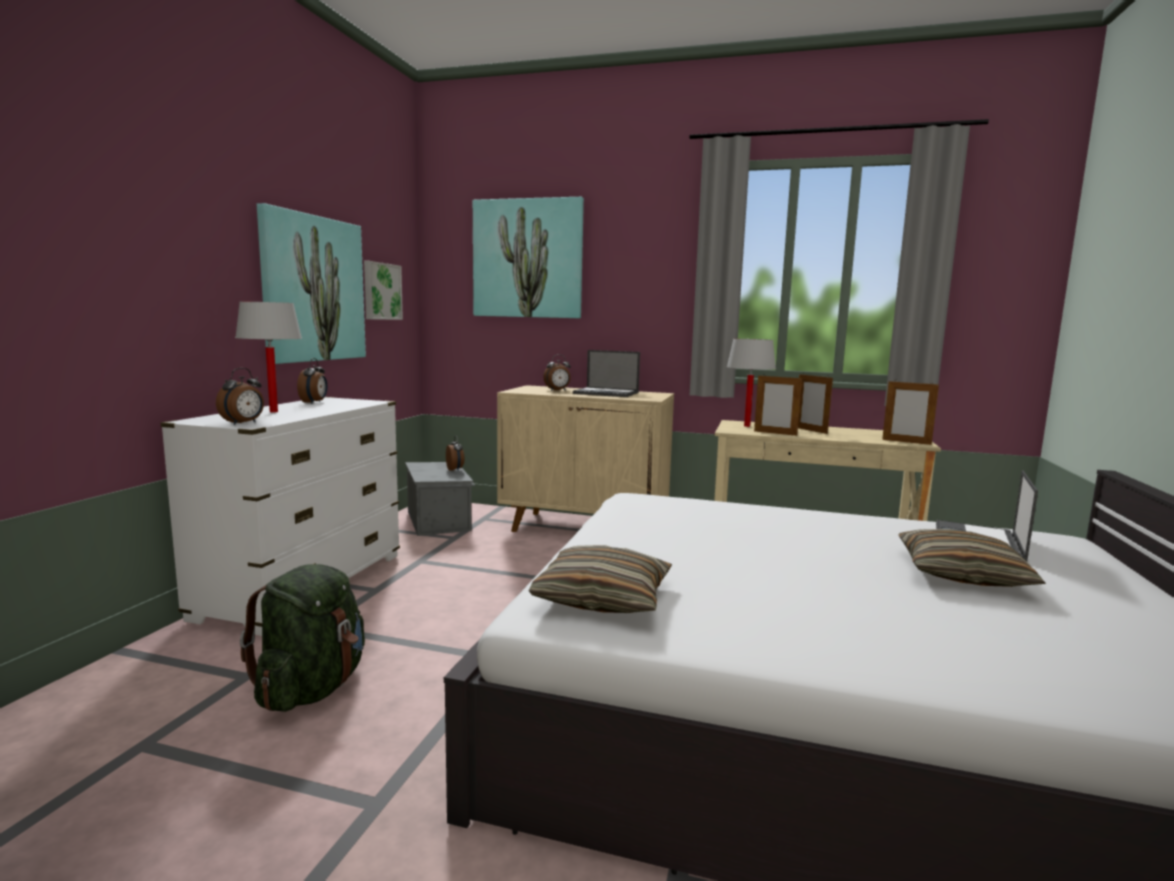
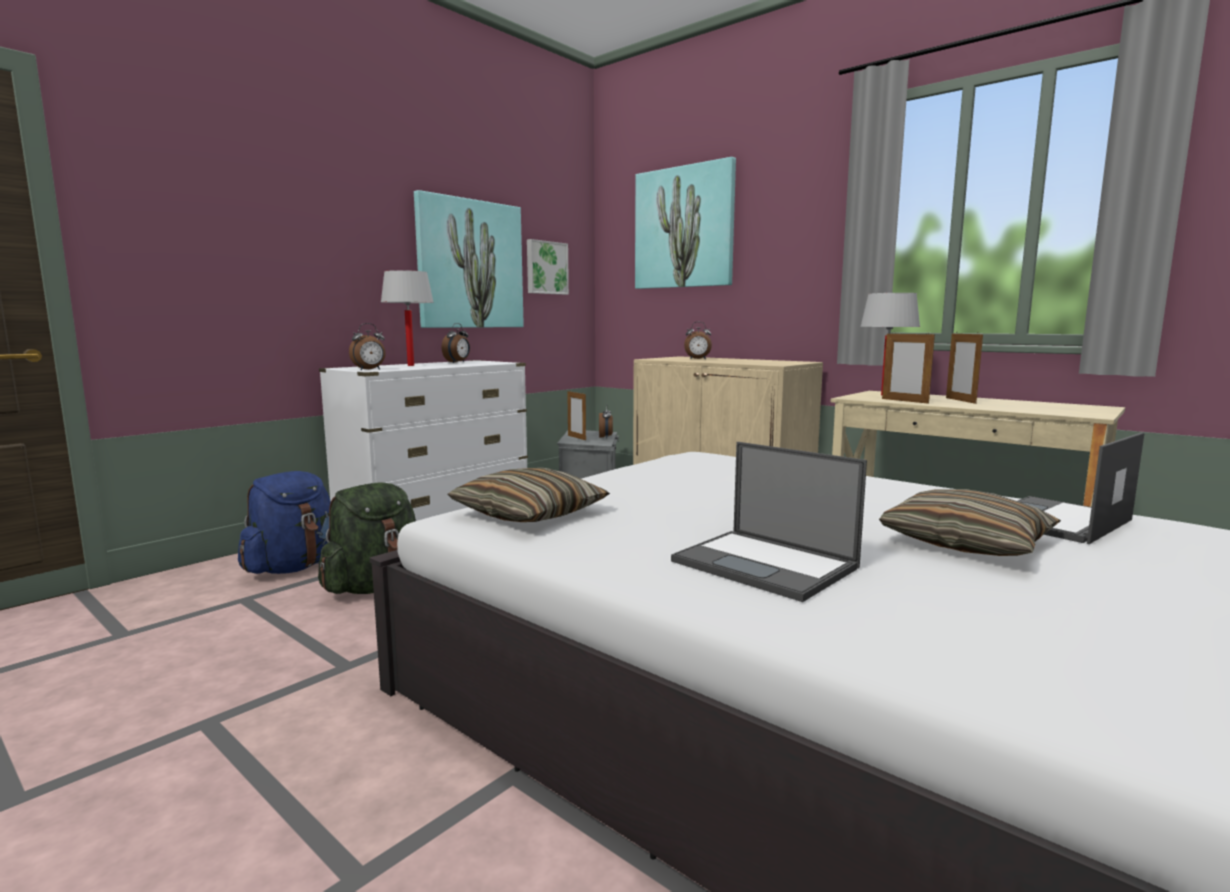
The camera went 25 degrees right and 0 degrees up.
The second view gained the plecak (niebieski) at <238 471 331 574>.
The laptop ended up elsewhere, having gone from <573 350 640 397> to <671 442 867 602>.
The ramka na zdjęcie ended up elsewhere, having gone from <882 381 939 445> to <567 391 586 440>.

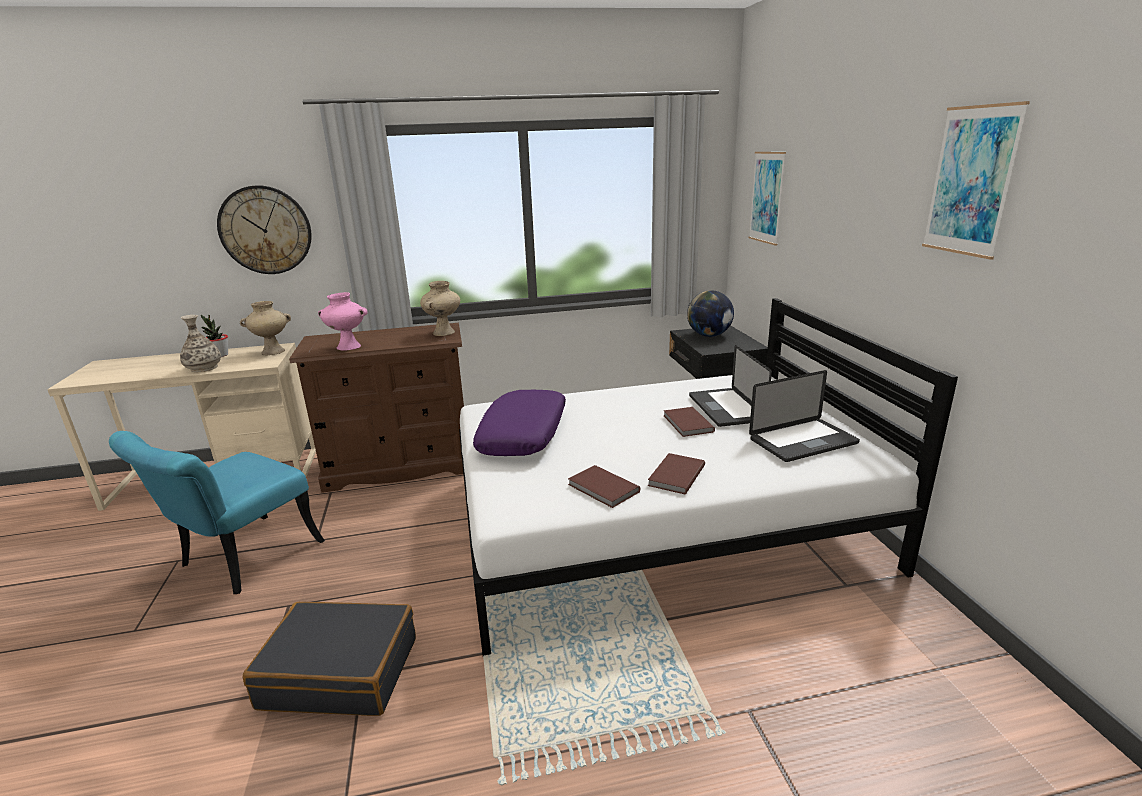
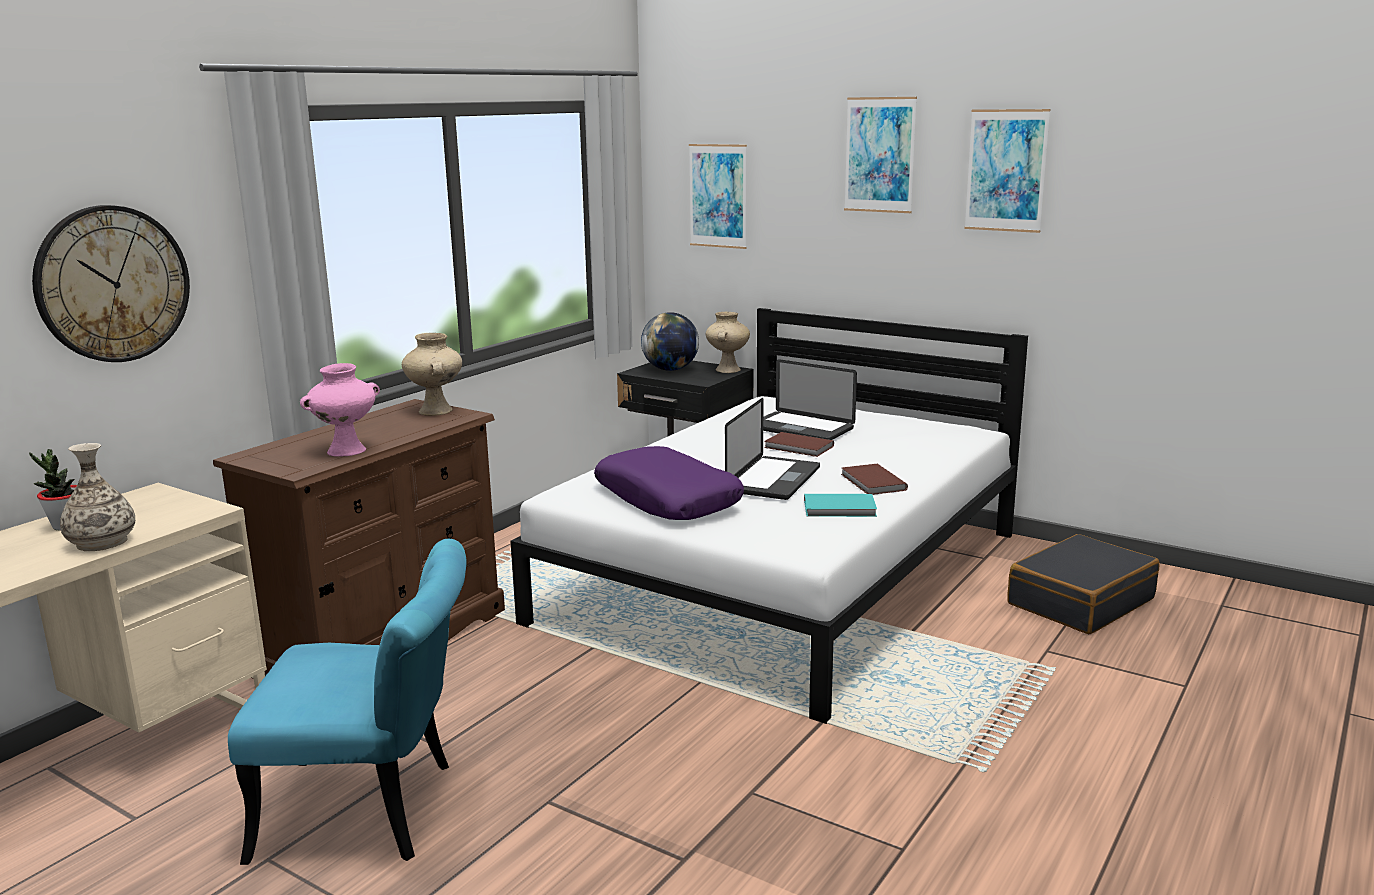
The camera went 45 degrees left and 5 degrees down.
The second view gained the obraz at <844 97 917 213>.
The wazon (beżowy) ended up elsewhere, having gone from <240 301 291 355> to <706 312 750 373>.
The walizka (czarny) ended up elsewhere, having gone from <243 602 416 716> to <1008 534 1160 634>.
The laptop ended up elsewhere, having gone from <749 370 860 462> to <725 398 820 500>.
What was the książka (brązowy) at <568 465 640 508> turned into the książka (turkusowy) at <804 494 877 517>.
The krzesło (turkusowy) at <109 431 325 594> ended up facing another way, 75 degrees counterclockwise from before.

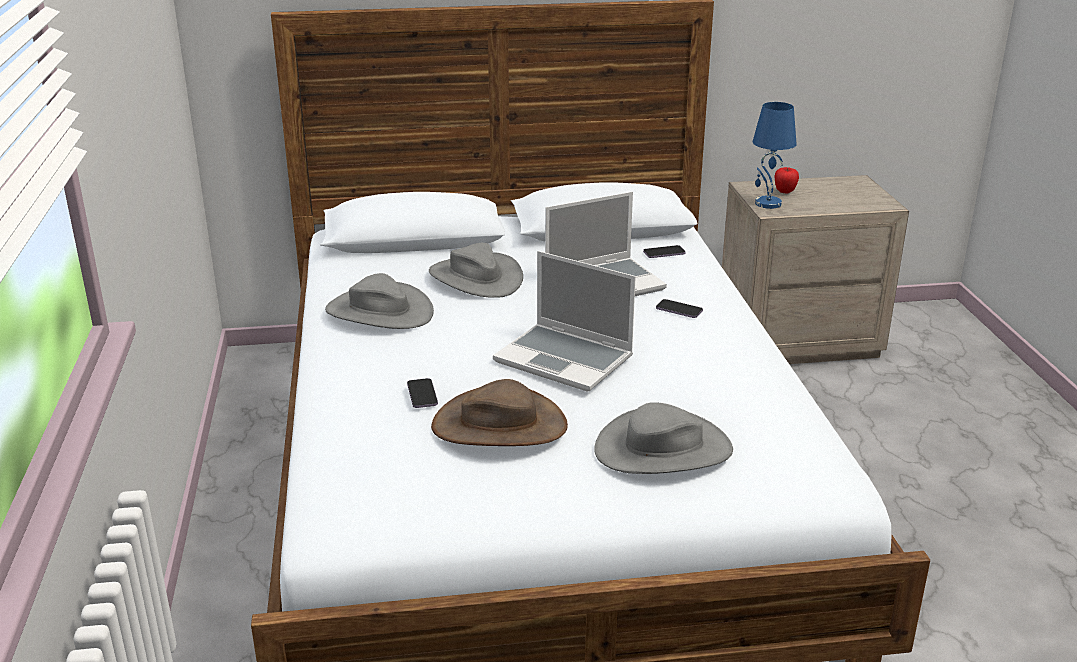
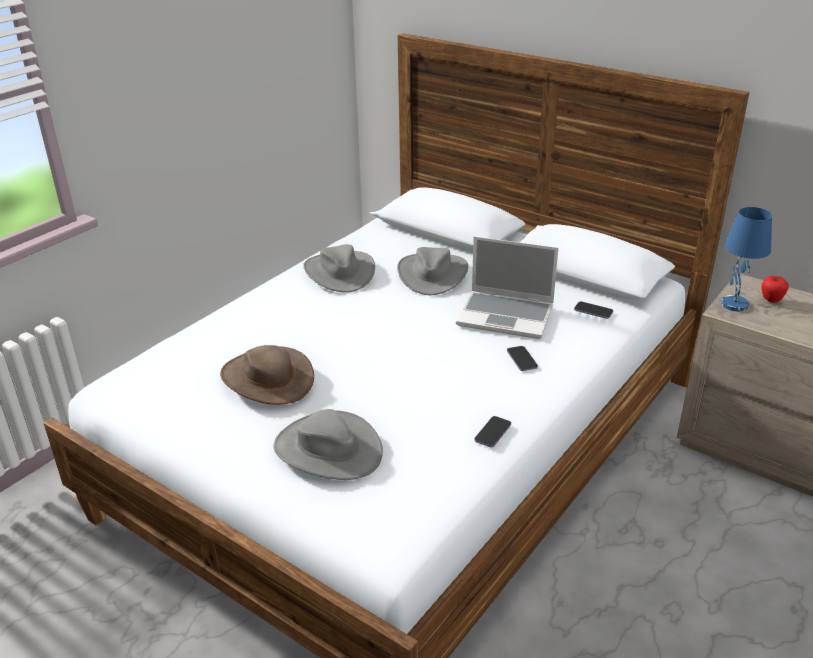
The camera went 45 degrees right and 5 degrees up.
The second view lost the laptop at <493 251 636 392>.
The telefon ended up elsewhere, having gone from <407 378 438 408> to <474 416 511 448>.

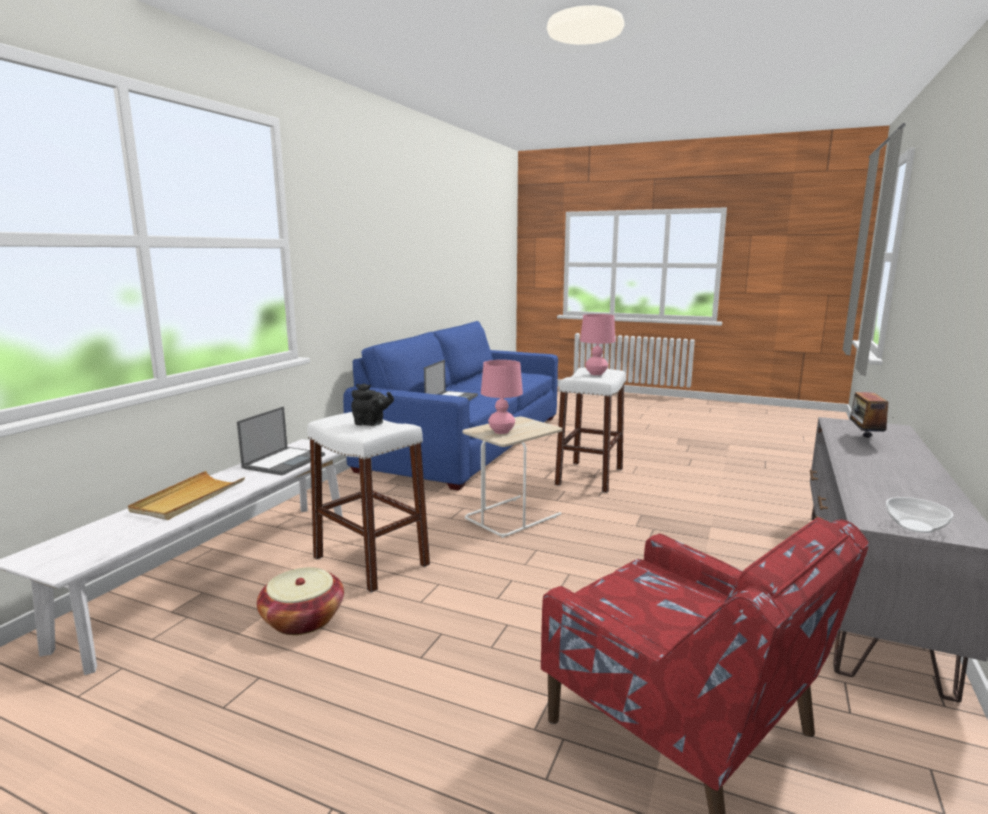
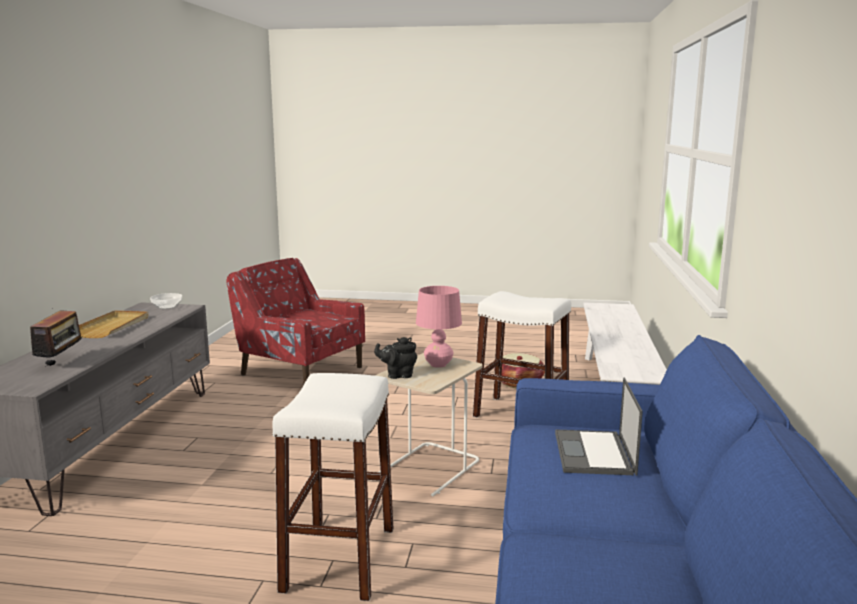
The camera went 165 degrees right and 0 degrees up.
The second view lost the laptop at <237 406 325 476>.
The second view lost the lampa stołowa (różowy) at <580 314 616 375>.
The taca (beżowy) ended up elsewhere, having gone from <128 471 245 520> to <79 310 148 338>.
The imbryk (czarny) ended up elsewhere, having gone from <351 384 394 426> to <374 337 417 379>.

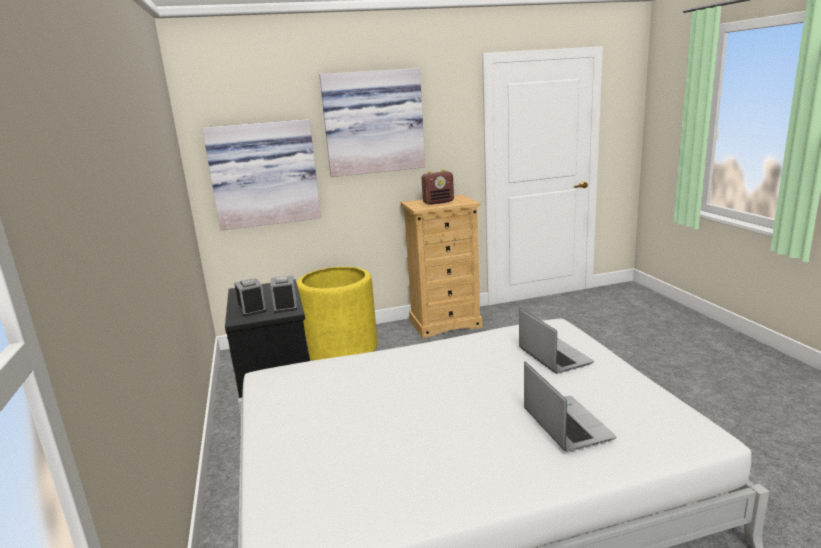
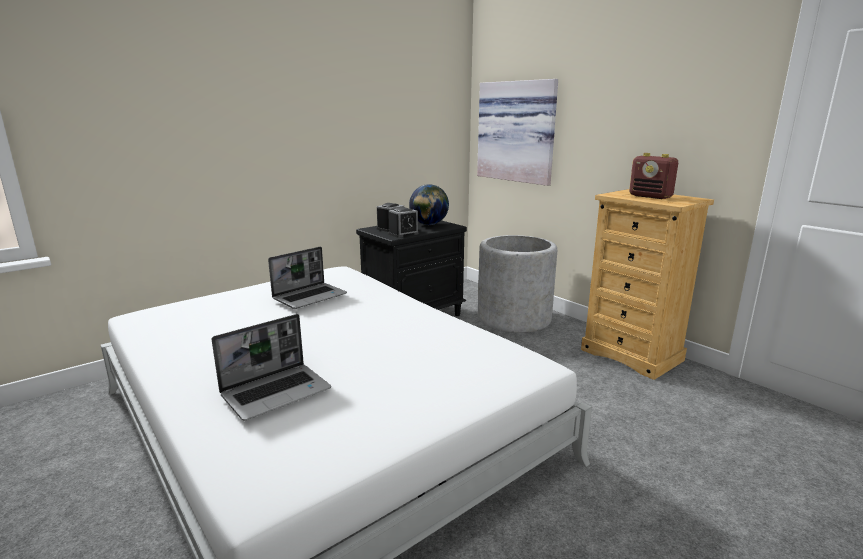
The camera went 65 degrees right and 0 degrees up.
The second view lost the obraz at <319 68 425 177>.
The second view gained the globus at <409 184 449 225>.
The laptop ended up elsewhere, having gone from <519 308 594 374> to <268 247 347 309>.
What was the donica (żółty) at <297 267 378 361> turned into the donica (szary) at <477 235 557 333>.

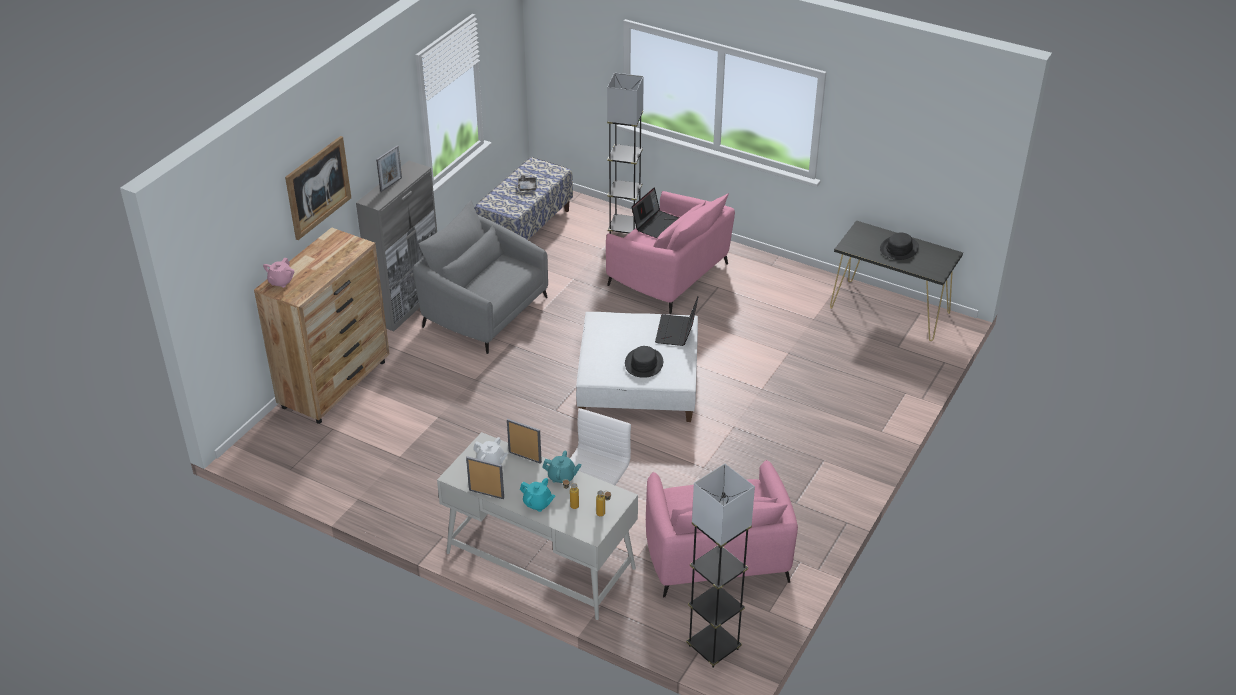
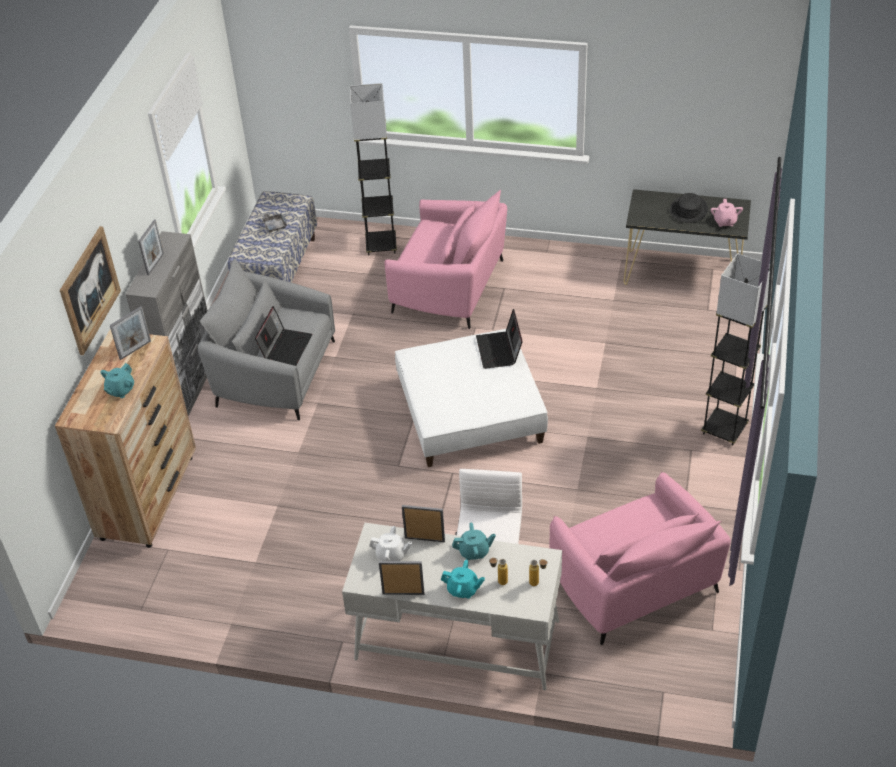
The camera went 15 degrees left and 5 degrees up.
The second view lost the kapelusz (czarny) at <625 346 663 378>.
The second view gained the imbryk (turkusowy) at <100 363 134 398>.
The second view gained the ramka na zdjęcie at <110 307 151 360>.
The imbryk (różowy) ended up elsewhere, having gone from <263 258 294 288> to <711 199 743 227>.
The laptop ended up elsewhere, having gone from <631 187 679 238> to <255 306 312 366>.
The lampa stojąca (szary) ended up elsewhere, having gone from <686 464 755 668> to <701 253 770 446>.

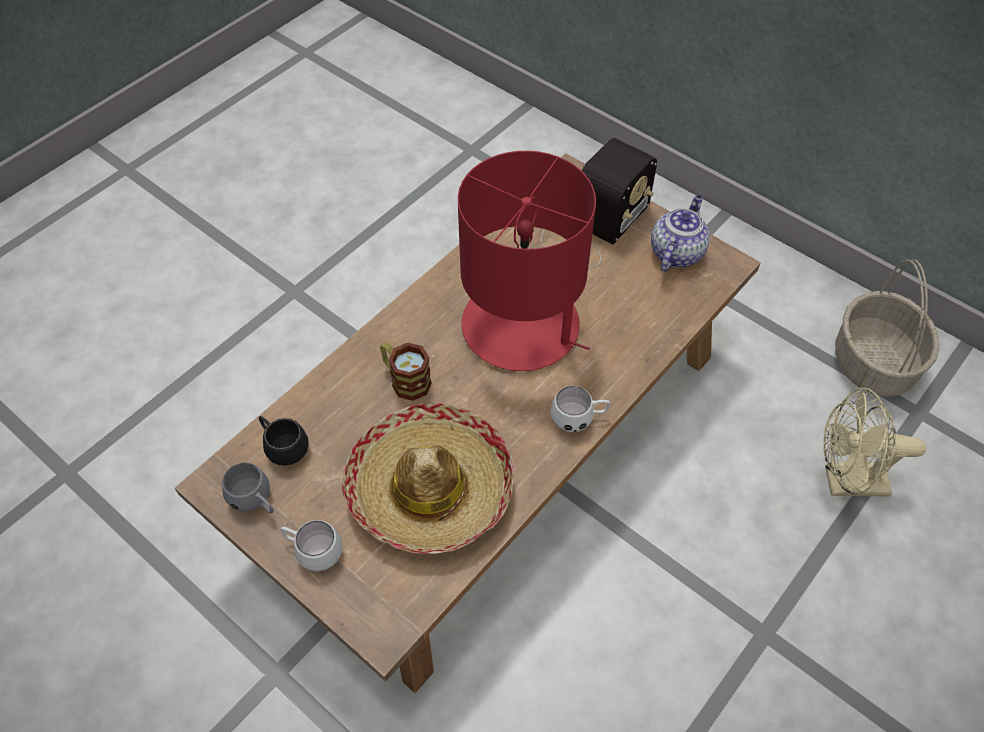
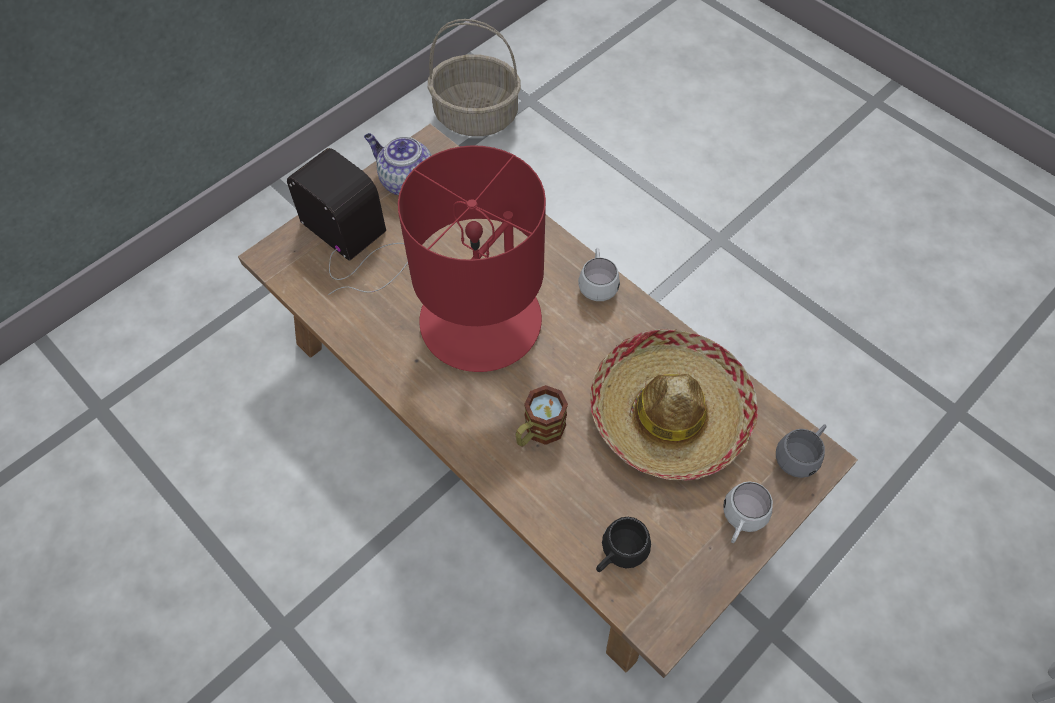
The camera went 85 degrees left and 5 degrees up.
The second view lost the wentylator (beżowy) at <823 387 926 497>.
The kubek (szary) ended up elsewhere, having gone from <222 462 273 514> to <776 424 827 478>.

